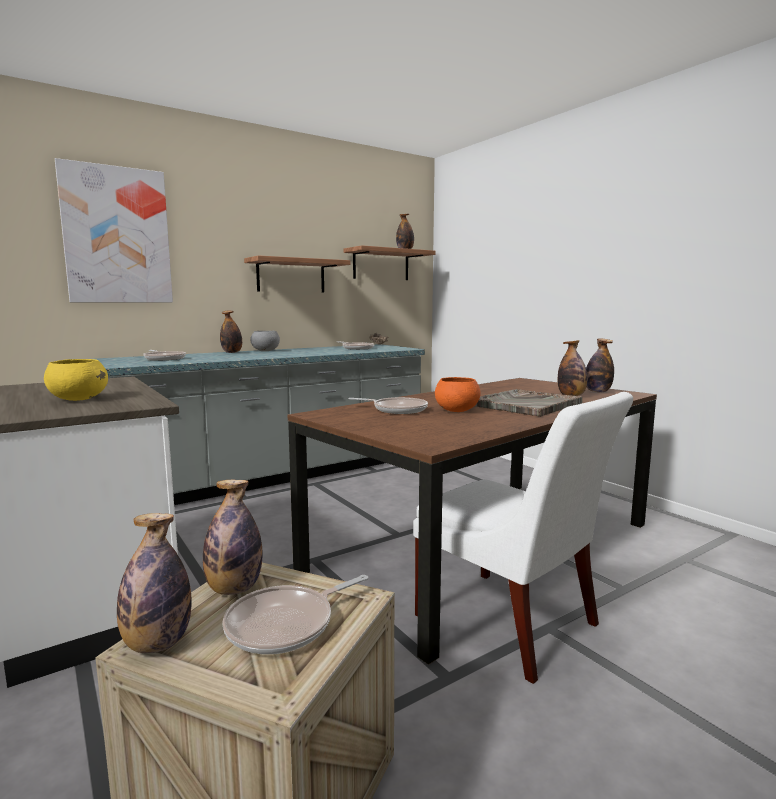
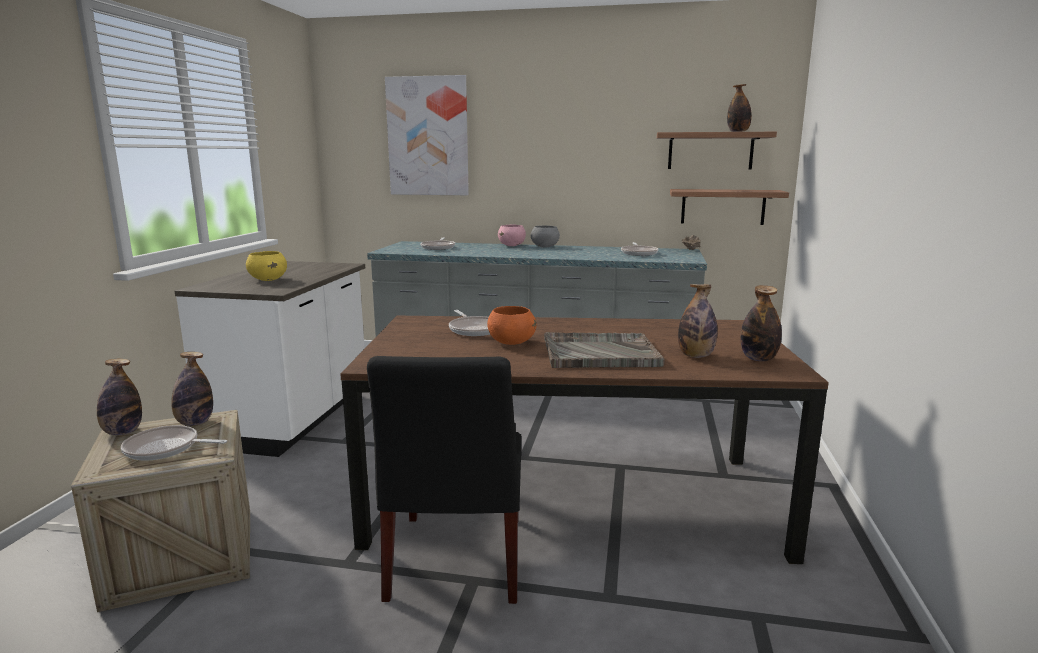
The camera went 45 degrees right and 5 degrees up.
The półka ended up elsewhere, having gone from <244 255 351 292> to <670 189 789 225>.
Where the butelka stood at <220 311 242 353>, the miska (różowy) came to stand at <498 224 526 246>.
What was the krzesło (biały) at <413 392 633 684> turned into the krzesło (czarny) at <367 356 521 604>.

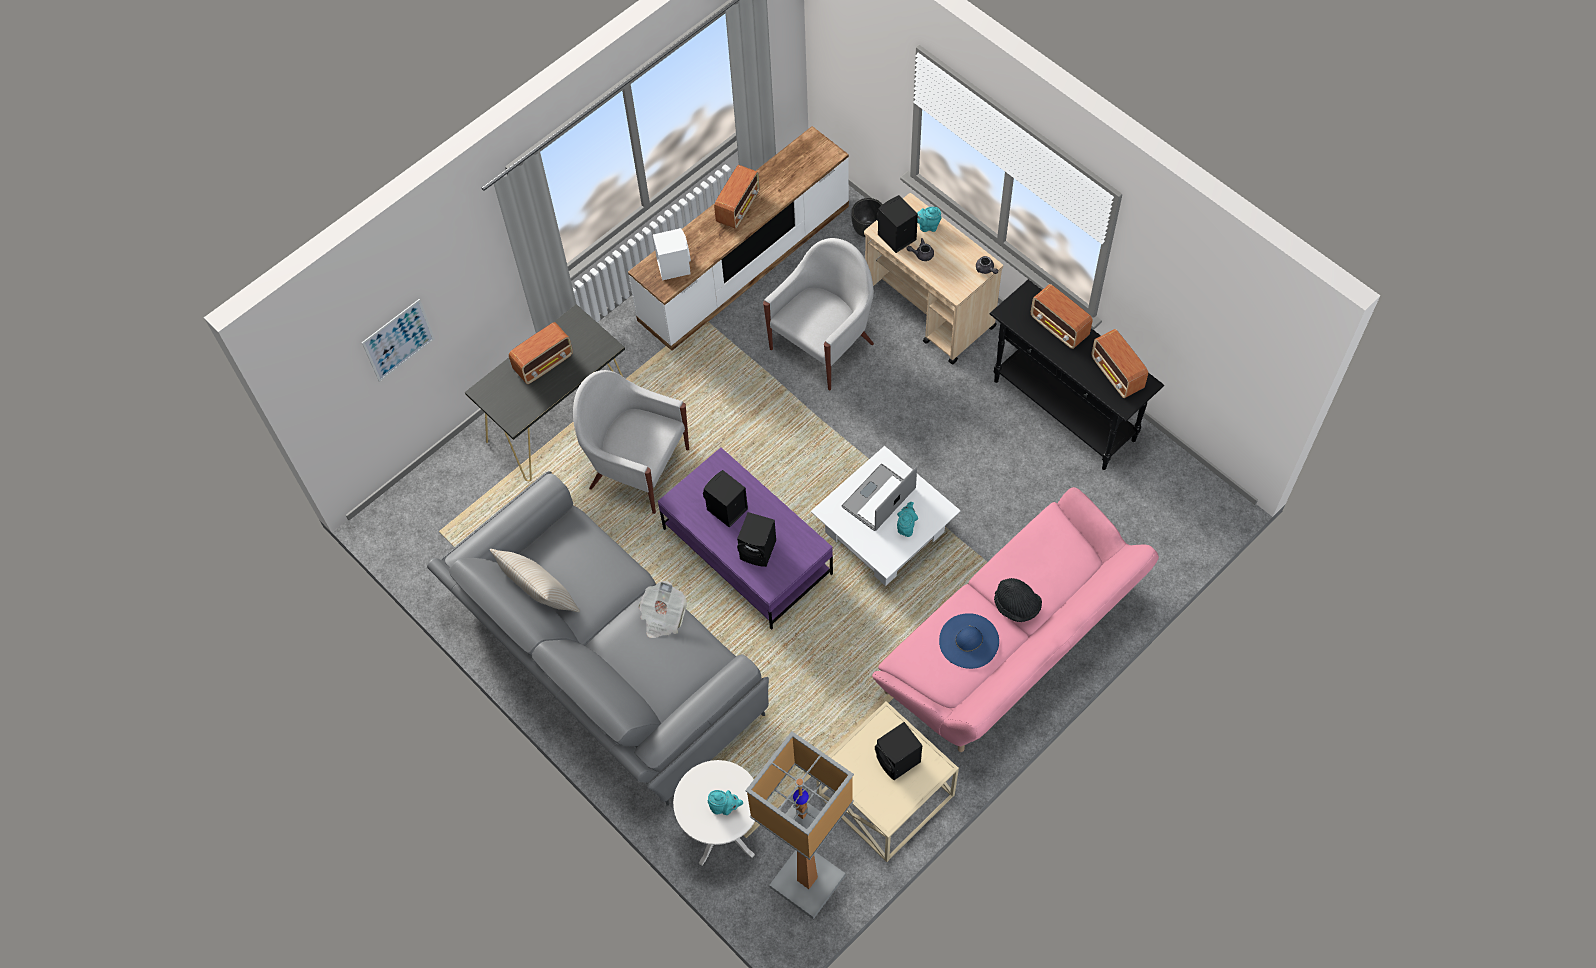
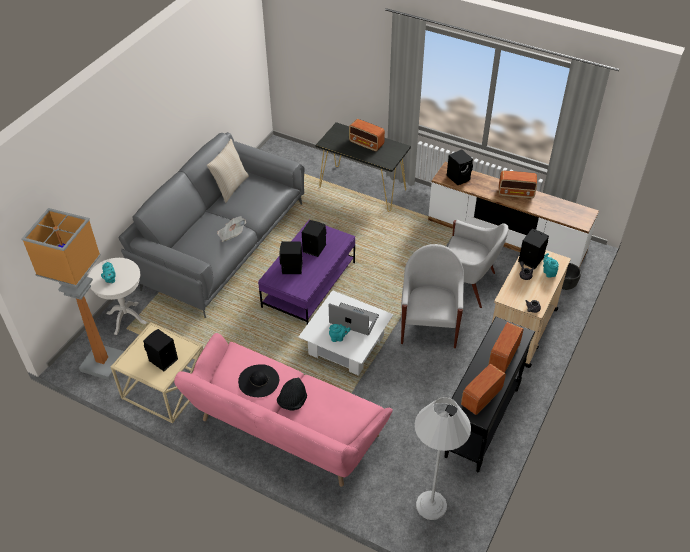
The camera went 70 degrees right and 15 degrees down.
The second view lost the obraz at <362 299 435 382>.
The second view gained the lampa stojąca (biały) at <415 397 471 520>.
The fotel (biały) ended up elsewhere, having gone from <573 370 689 514> to <401 244 464 348>.
What was the głośnik (biały) at <653 228 691 280> turned into the głośnik (czarny) at <447 149 473 185>.
What was the kapelusz (niebieski) at <939 613 999 669> turned into the kapelusz (czarny) at <238 364 279 397>.

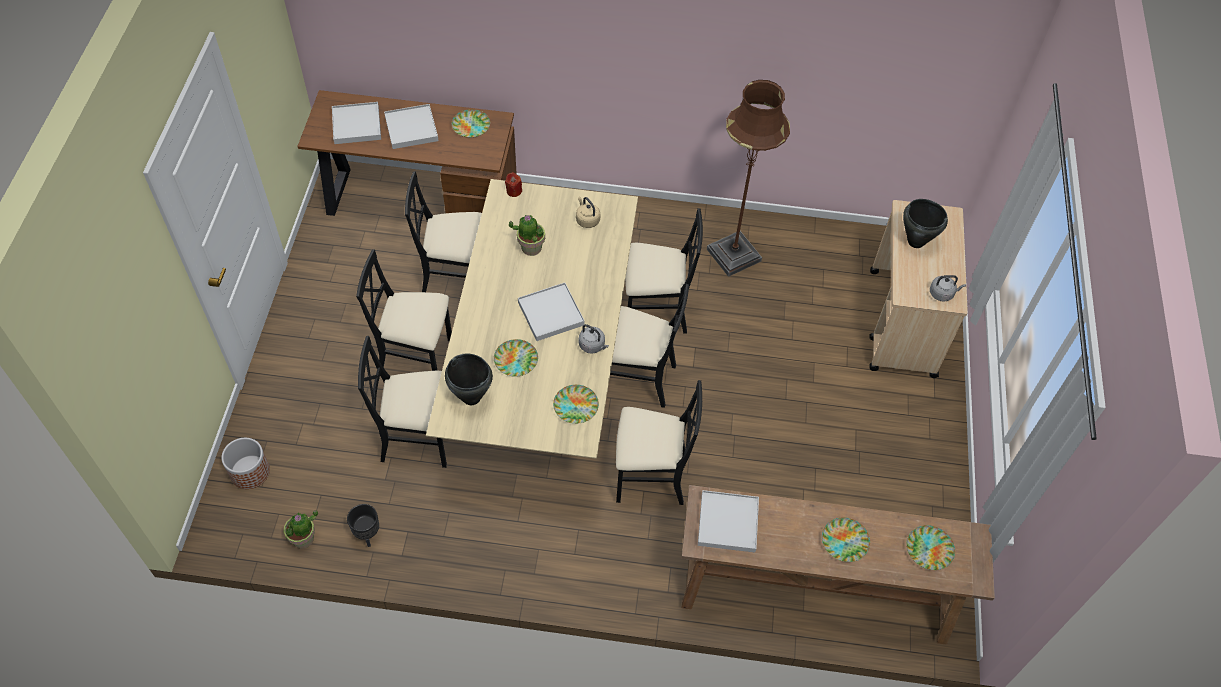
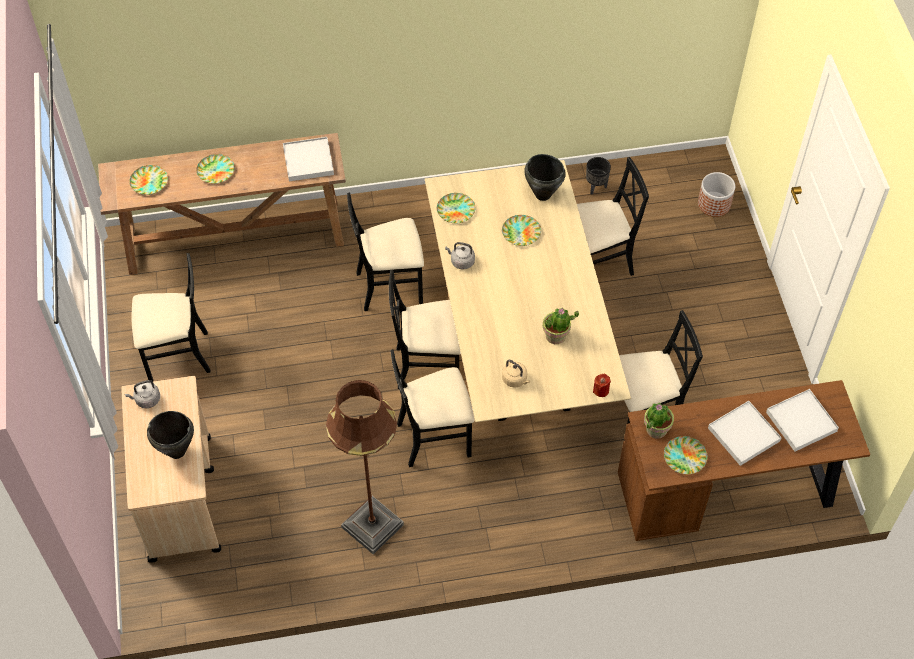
The camera went 165 degrees right and 0 degrees up.
The second view lost the taca (biały) at <518 283 585 341>.
The roślina doniczkowa ended up elsewhere, having gone from <284 510 318 549> to <644 403 674 439>.
The krzesło (czarny) ended up elsewhere, having gone from <356 250 452 371> to <132 253 211 381>.

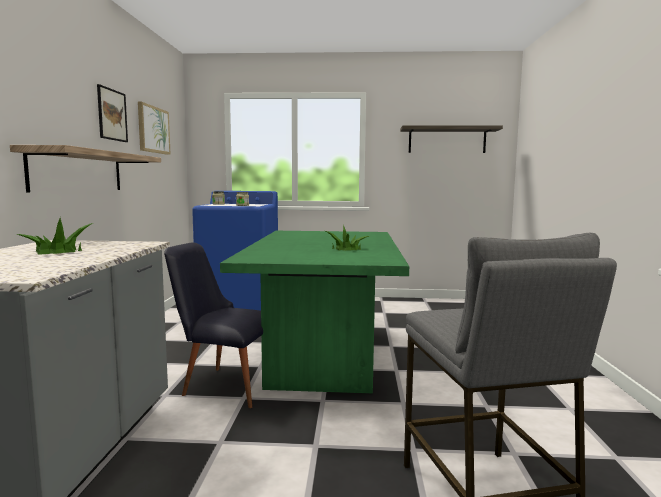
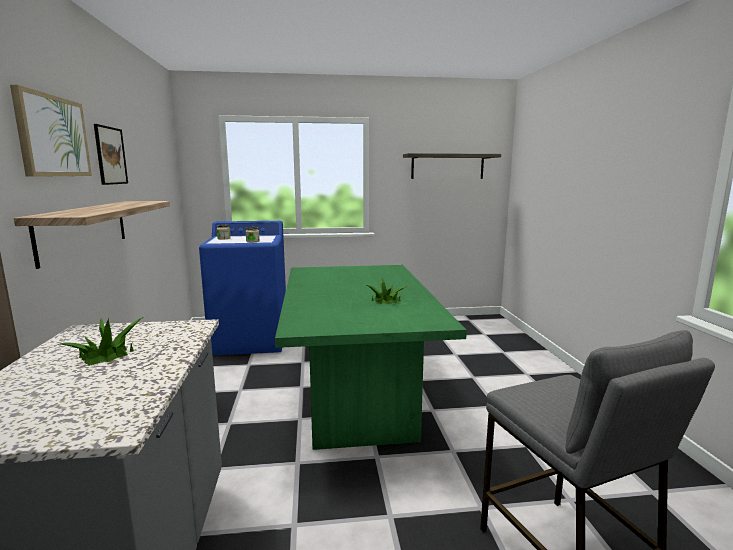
The camera went 10 degrees left and 5 degrees up.
The second view lost the krzesło (czarny) at <164 242 263 408>.
The obraz ended up elsewhere, having gone from <138 102 171 155> to <10 85 92 177>.

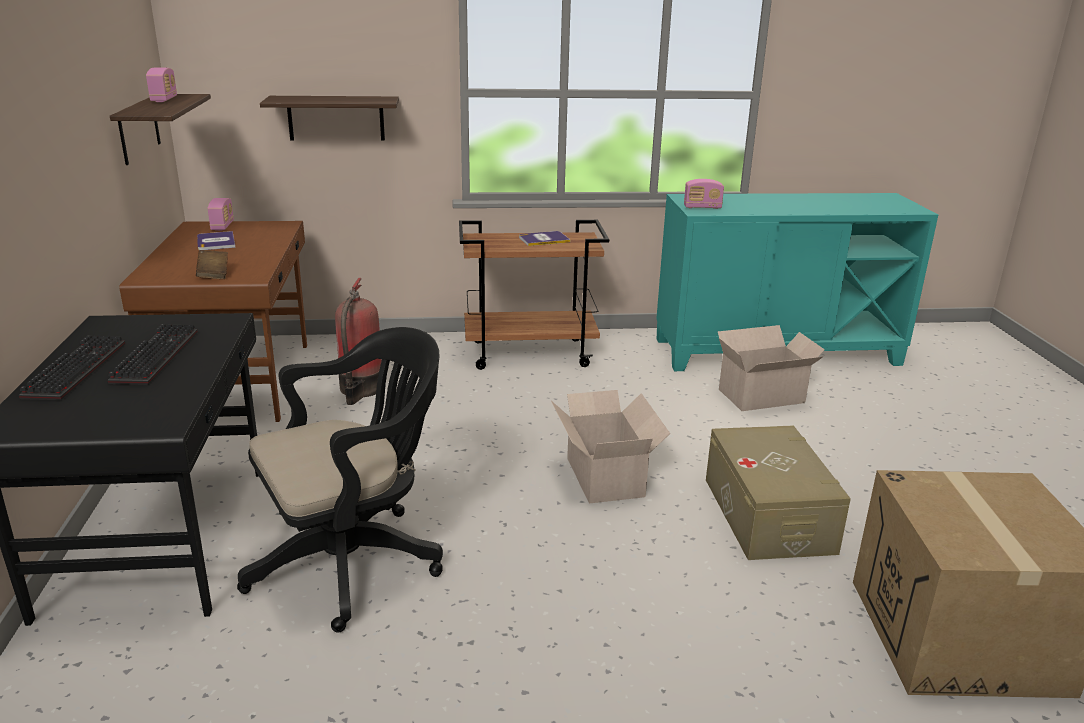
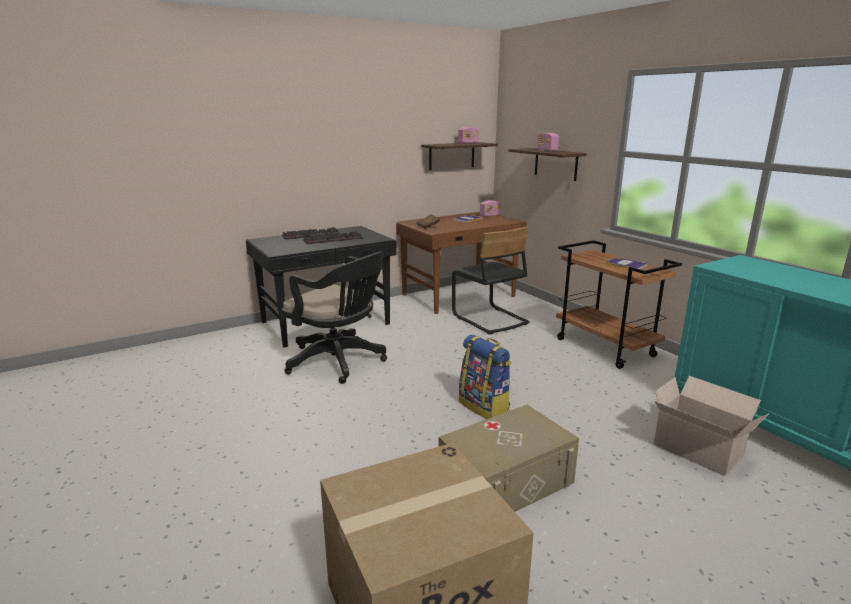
The camera went 65 degrees right and 5 degrees down.
The radio ended up elsewhere, having gone from <684 179 724 209> to <537 133 559 151>.
Where the gaśnica stood at <335 278 382 405>, the krzesło (czarny) came to stand at <452 227 530 335>.
Where the karton stood at <551 390 671 504>, the plecak came to stand at <459 335 511 419>.

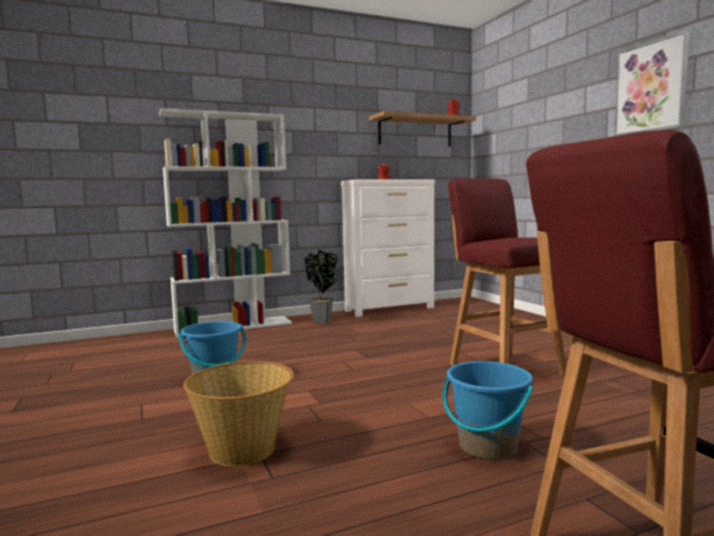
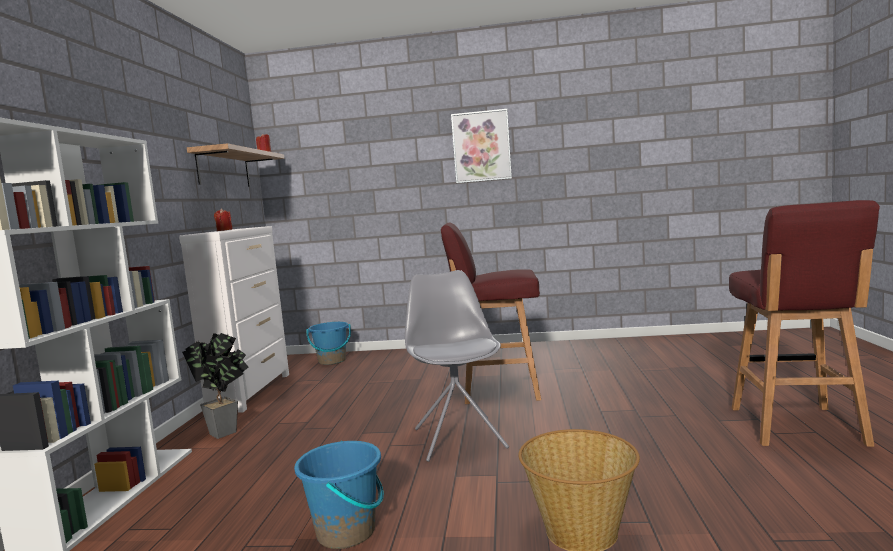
The camera went 60 degrees left and 0 degrees up.
The second view gained the krzesło (szary) at <405 270 509 462>.
The wiadro (niebieski) ended up elsewhere, having gone from <442 361 533 460> to <306 322 351 365>.

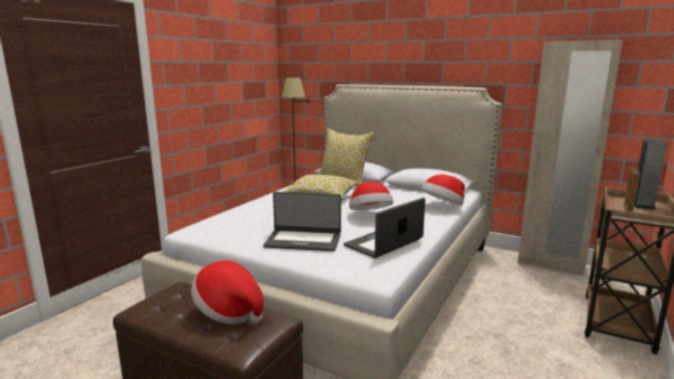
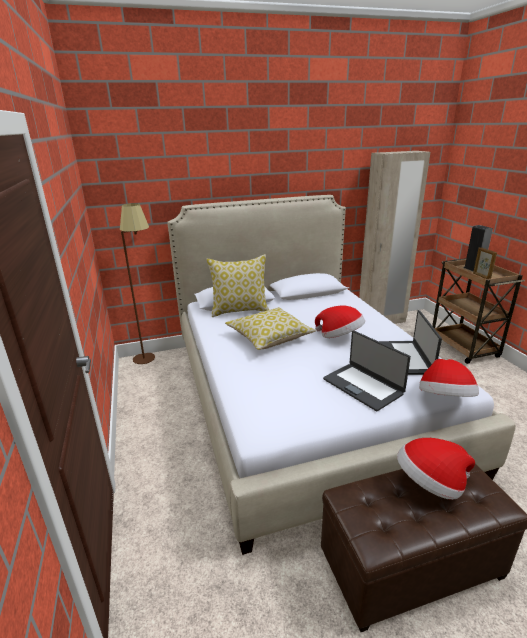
The camera went 45 degrees left and 10 degrees up.
The kapelusz ended up elsewhere, having gone from <421 174 465 206> to <419 359 479 397>.
The laptop at <263 192 341 251> ended up facing another way, 90 degrees clockwise from before.

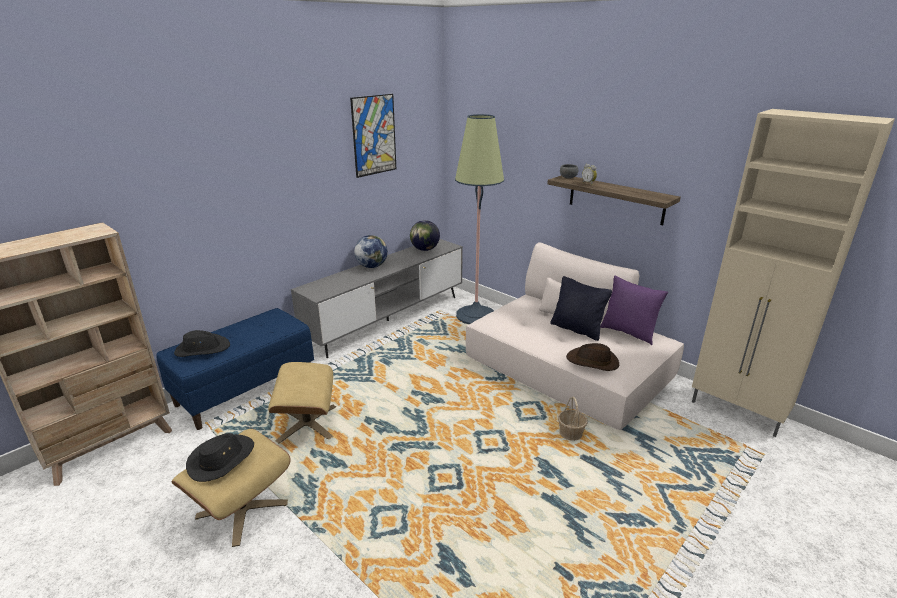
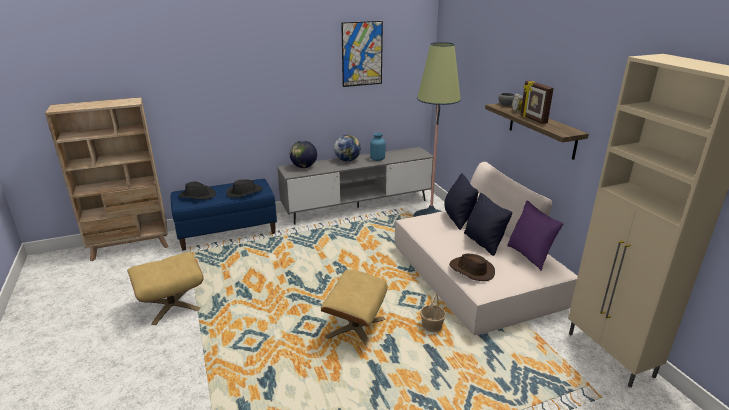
The camera went 25 degrees right and 0 degrees up.
The second view gained the wazon (niebieski) at <370 133 385 161>.
The second view gained the poduszka (czarny) at <444 173 478 230>.
The second view gained the ramka na zdjęcie at <521 81 554 124>.
The kapelusz (czarny) ended up elsewhere, having gone from <186 433 254 482> to <226 179 263 198>.
The pufa (beżowy) ended up elsewhere, having gone from <268 362 337 443> to <321 269 388 349>.
The globus ended up elsewhere, having gone from <410 220 440 251> to <290 141 317 168>.

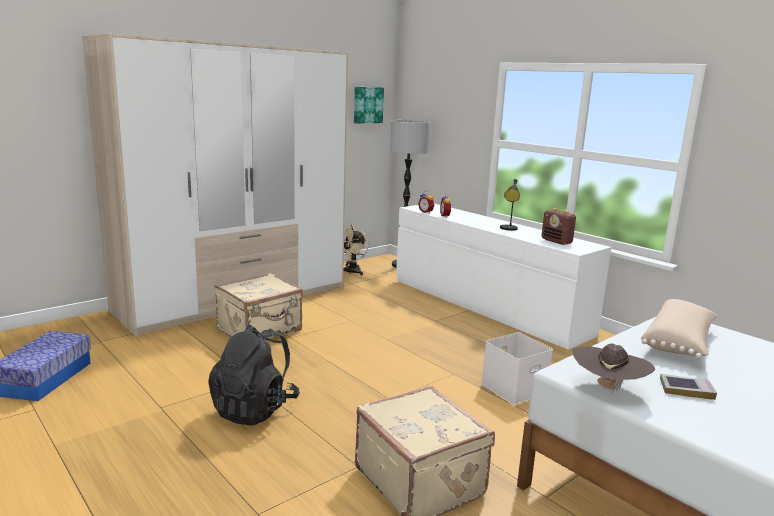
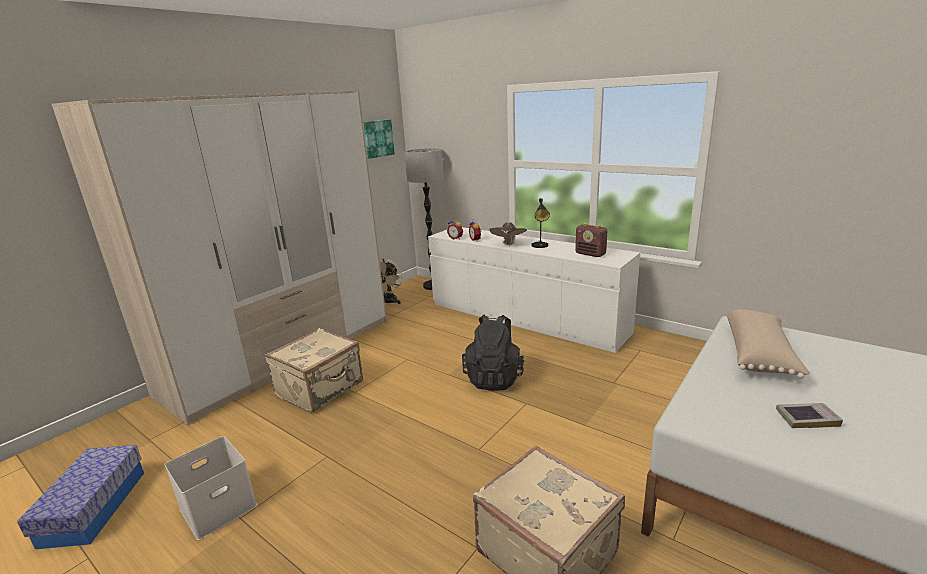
The camera went 10 degrees left and 5 degrees up.
The plecak (czarny) ended up elsewhere, having gone from <208 325 300 426> to <462 315 524 391>.
The pojemnik do przechowywania (biały) ended up elsewhere, having gone from <481 332 553 405> to <165 436 257 540>.
The kapelusz (brązowy) ended up elsewhere, having gone from <572 343 655 395> to <489 222 527 245>.

